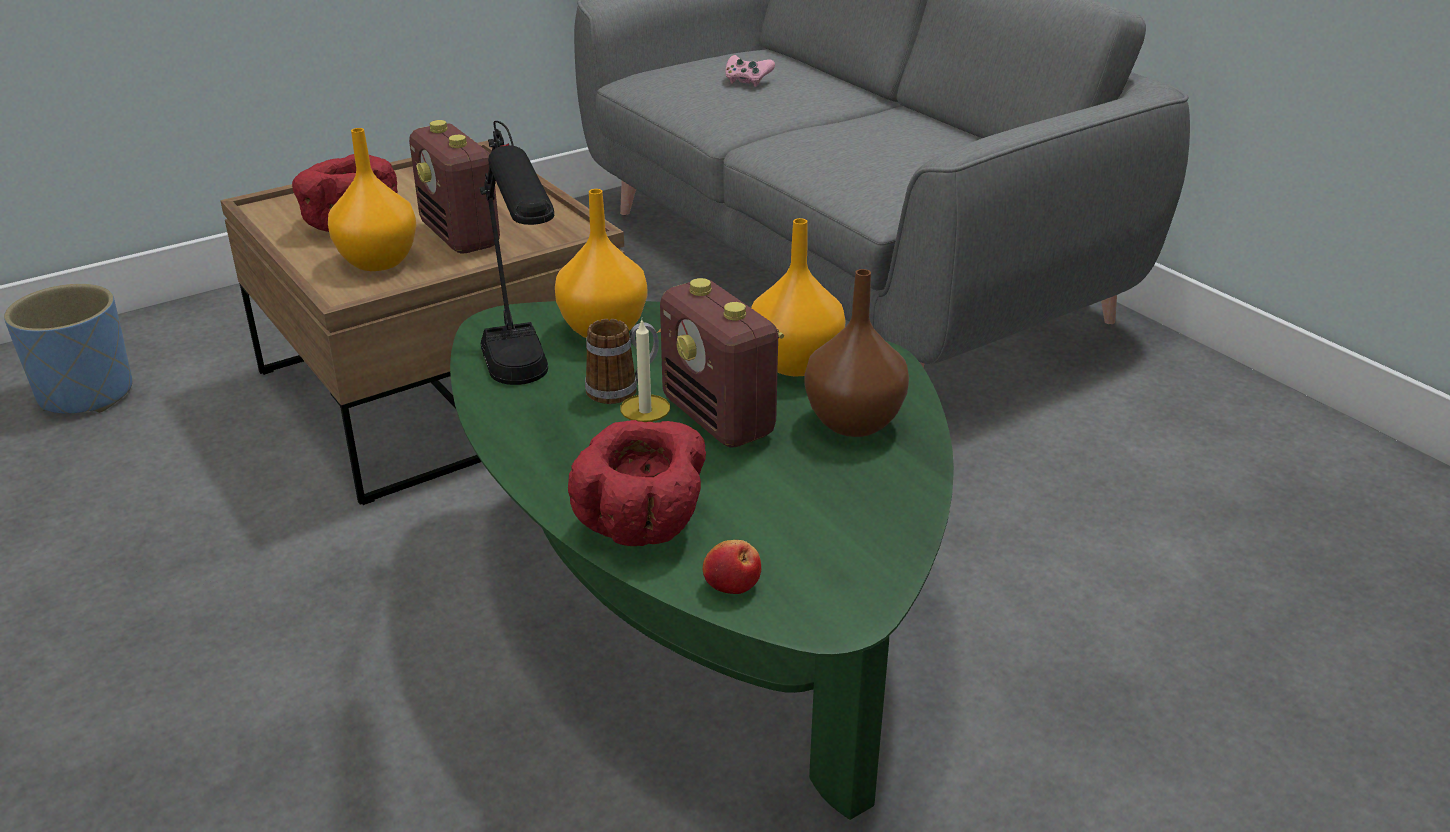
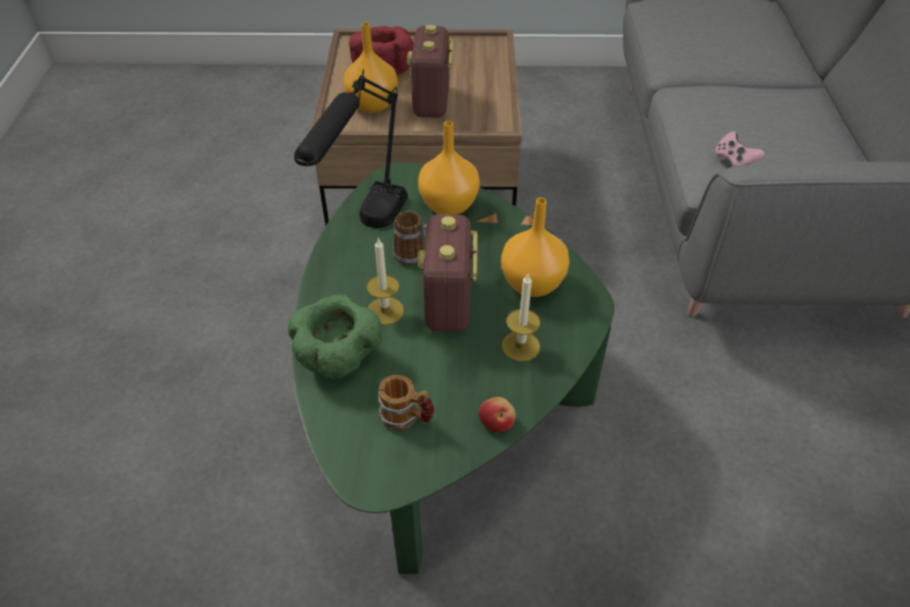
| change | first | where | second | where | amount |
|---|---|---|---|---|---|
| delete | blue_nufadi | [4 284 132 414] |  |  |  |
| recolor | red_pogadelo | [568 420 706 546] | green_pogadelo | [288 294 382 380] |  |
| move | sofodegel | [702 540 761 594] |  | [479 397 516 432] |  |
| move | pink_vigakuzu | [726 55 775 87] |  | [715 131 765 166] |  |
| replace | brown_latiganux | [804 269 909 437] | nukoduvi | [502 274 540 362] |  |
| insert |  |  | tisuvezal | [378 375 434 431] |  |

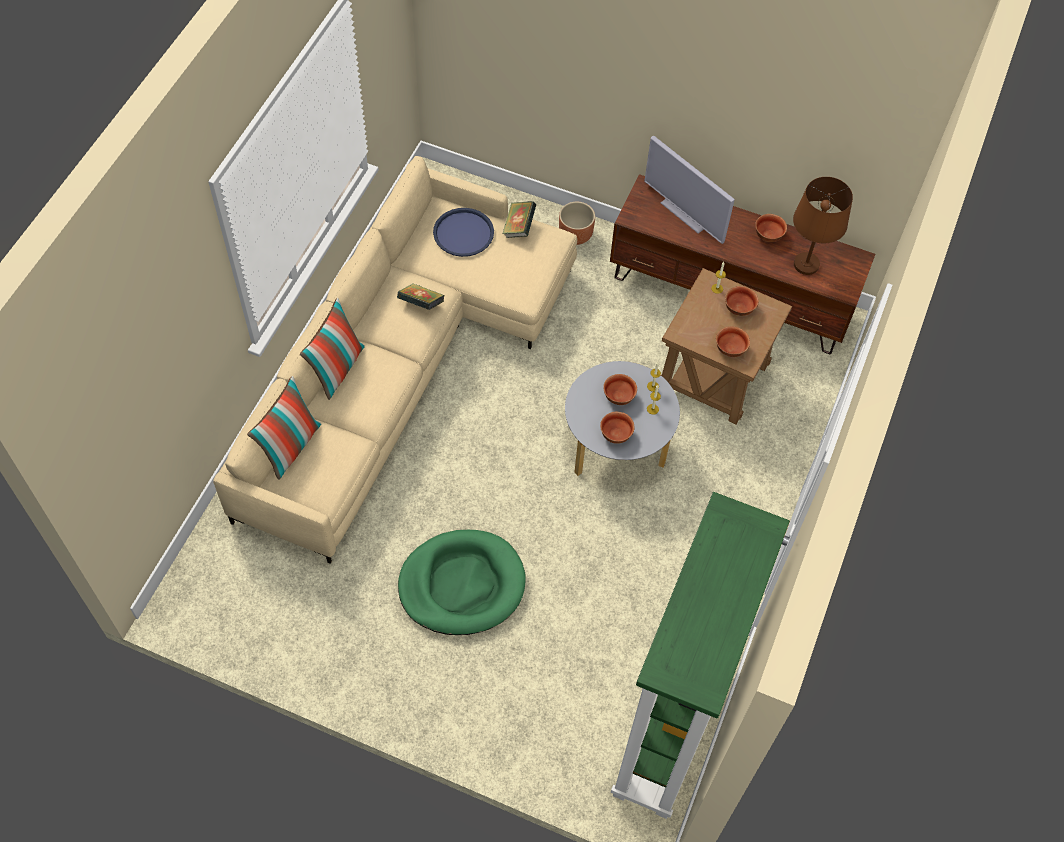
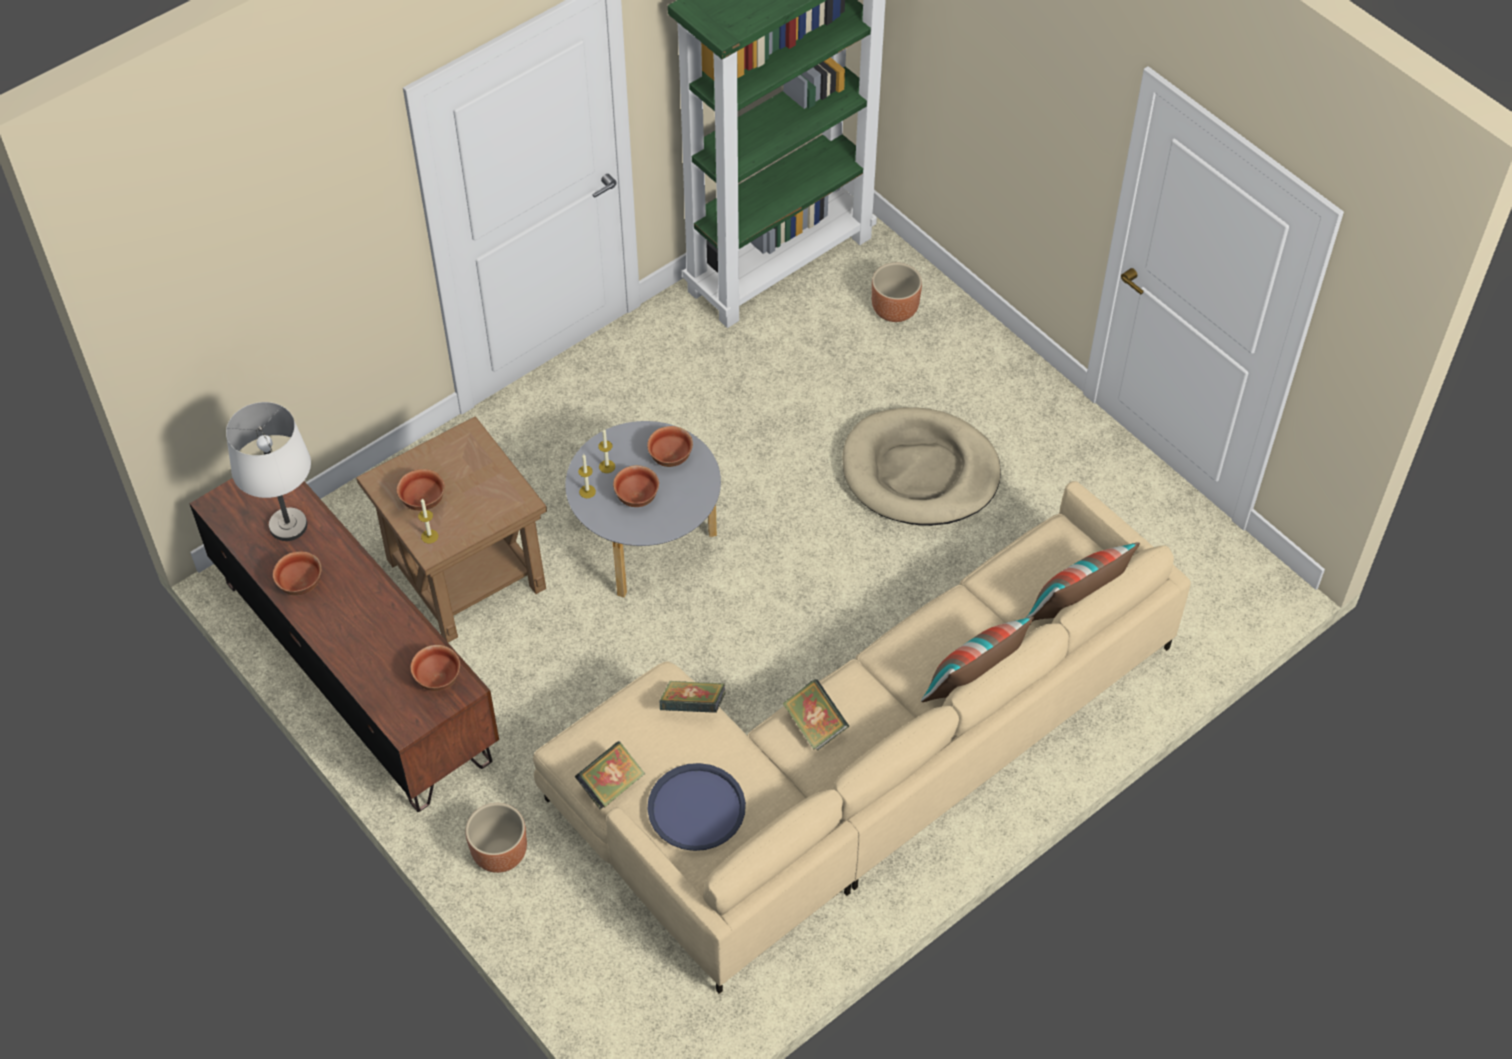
| change | first | where | second | where | amount |
|---|---|---|---|---|---|
| recolor | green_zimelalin | [398 530 525 635] | beige_zimelalin | [842 407 1001 526] |  |
| delete | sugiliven | [644 136 735 244] |  |  |  |
| move | pogadelo | [716 326 750 357] |  | [410 645 460 691] |  |
| recolor | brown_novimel | [793 177 853 275] | white_novimel | [226 402 311 541] |  |
| insert |  |  | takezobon | [659 681 726 713] |  |
| insert |  |  | brown_nufadi | [872 263 922 322] |  |

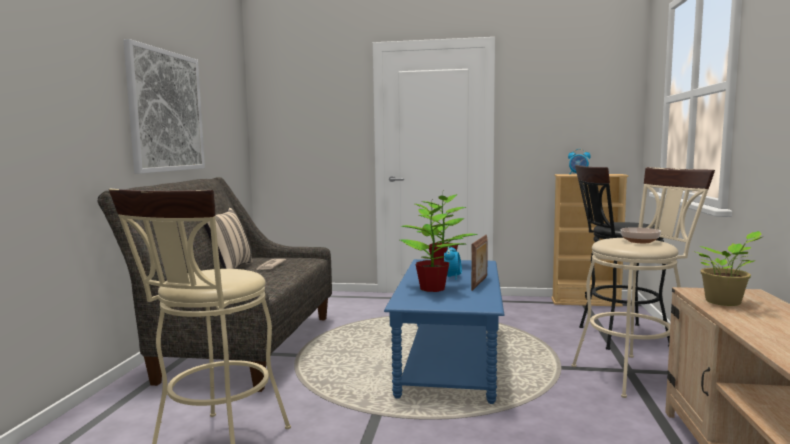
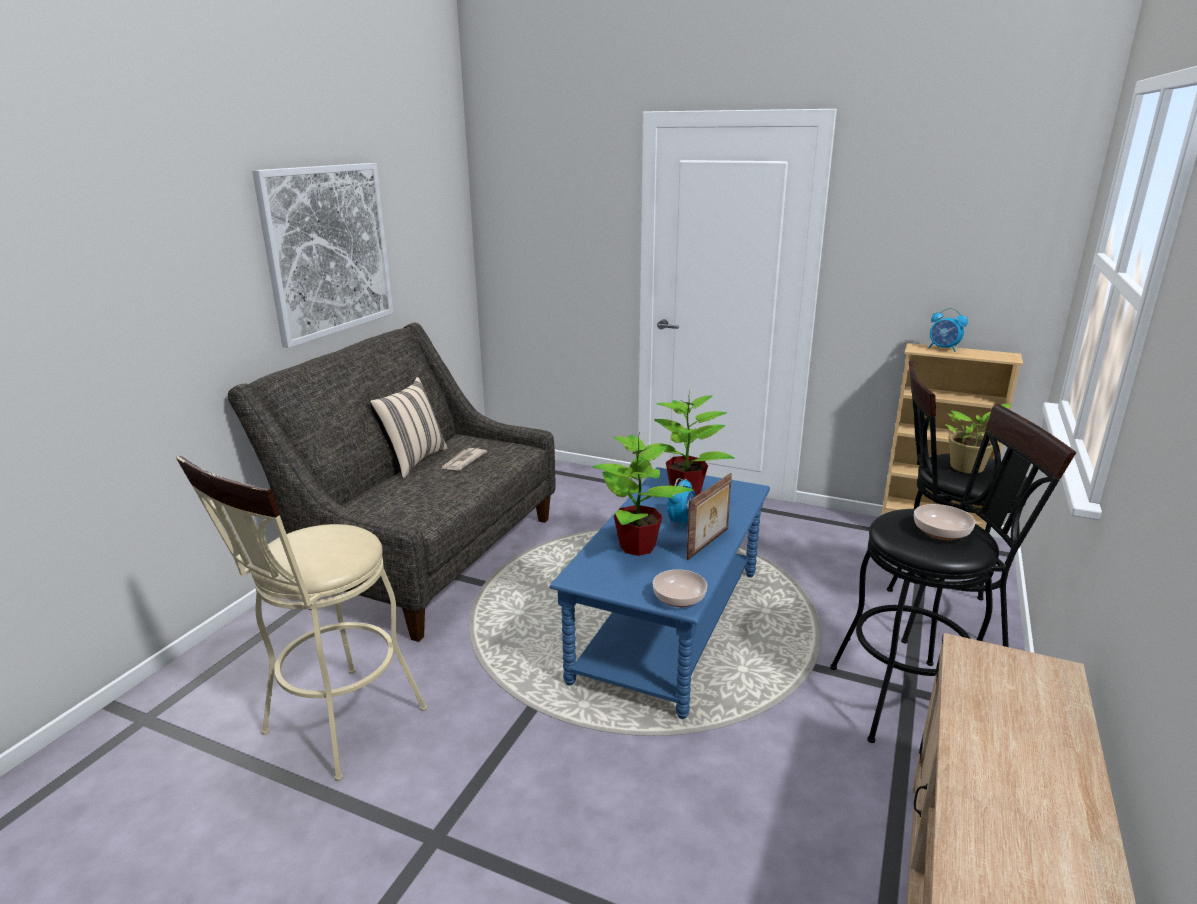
| change | first | where | second | where | amount |
|---|---|---|---|---|---|
| recolor | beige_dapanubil | [571 167 715 398] | black_dapanubil | [830 404 1076 743] |  |
| move | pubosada | [693 231 762 306] |  | [946 403 1011 474] |  |
| insert |  |  | pogadelo | [652 569 707 607] |  |

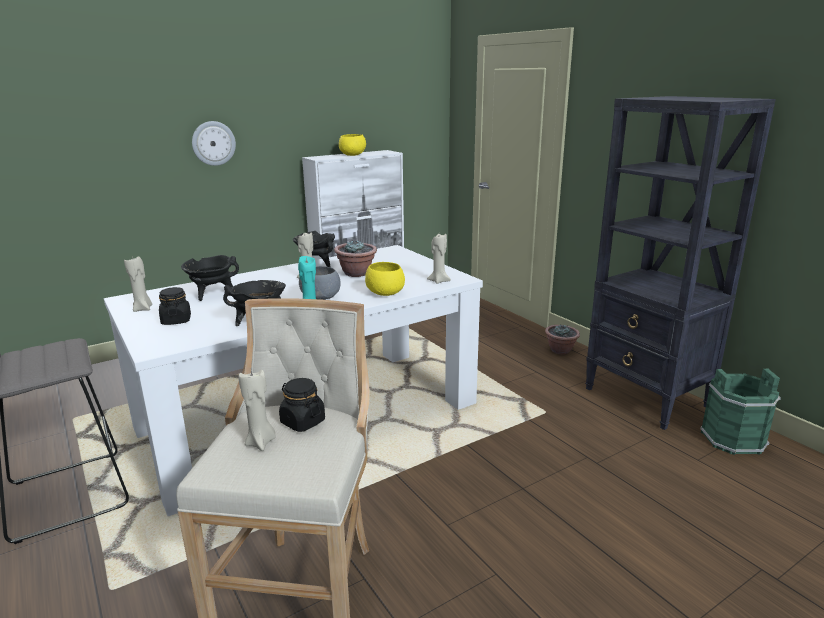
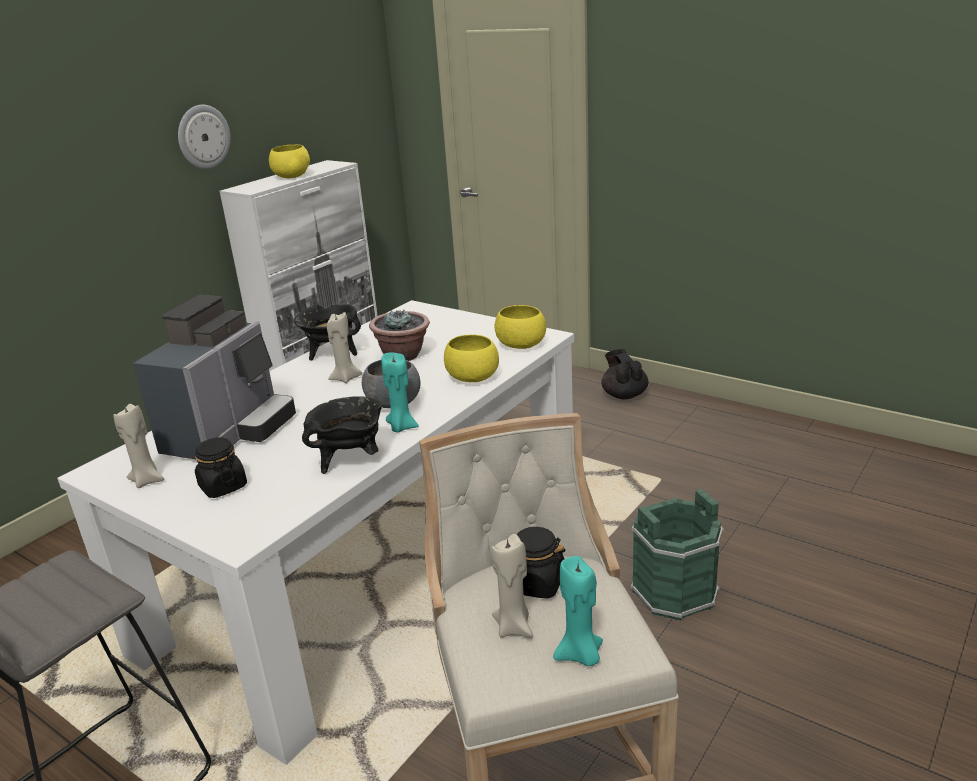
| change | first | where | second | where | amount |
|---|---|---|---|---|---|
| replace | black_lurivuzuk | [181 255 239 301] | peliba | [133 295 296 459] |  |
| move | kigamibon | [192 121 236 166] |  | [178 105 231 169] |  |
| replace | beige_nukoduvi | [427 234 451 284] | yellow_pogadelo | [494 305 546 349] |  |
| replace | pubosada | [545 324 580 354] | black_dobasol | [601 349 648 399] |  |
| delete | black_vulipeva | [585 96 776 430] |  |  |  |
| move | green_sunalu | [700 369 781 455] |  | [631 489 724 620] |  |
| insert |  |  | turquoise_nukoduvi | [553 556 603 666] |  |

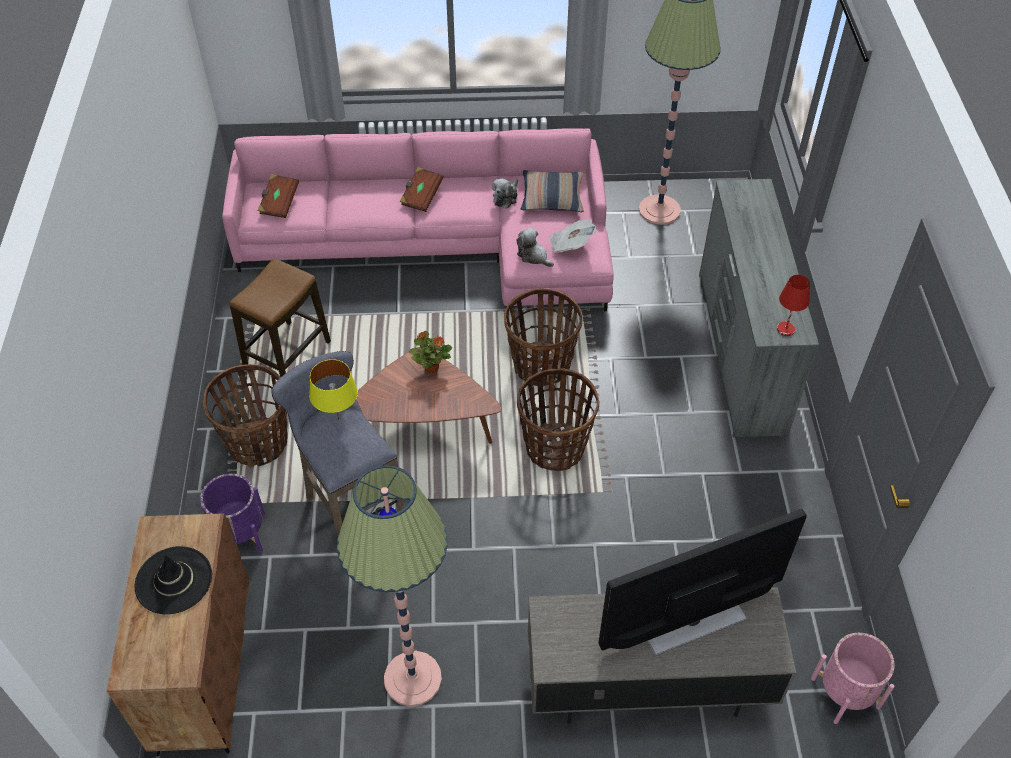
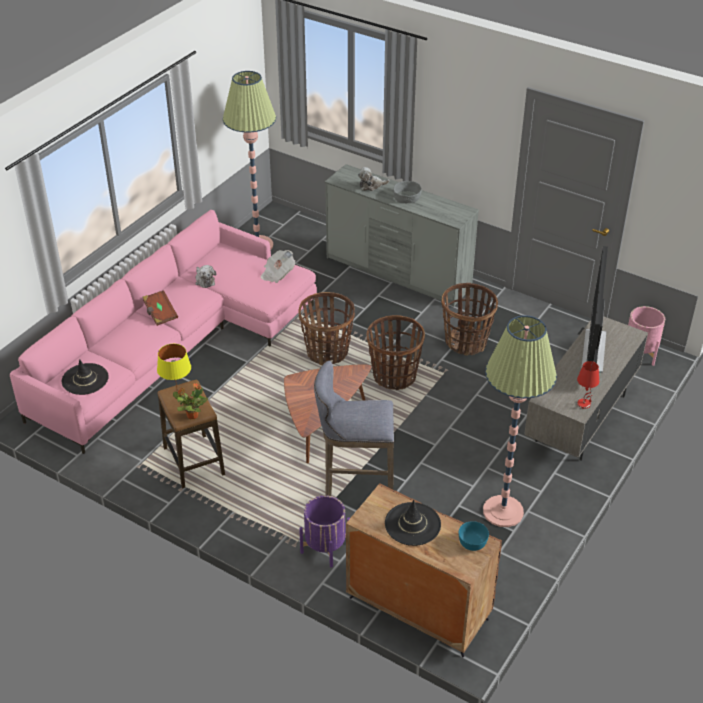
| change | first | where | second | where | amount |
|---|---|---|---|---|---|
| move | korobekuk | [203 364 288 468] |  | [441 283 498 356] |  |
| replace | brown_takezobon | [258 174 299 218] | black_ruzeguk | [62 359 109 395] |  |
| move | yellow_novimel | [309 359 358 420] |  | [157 344 191 388] |  |
| move | pubosada | [409 331 452 373] |  | [173 383 208 420] |  |
| move | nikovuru | [516 228 554 267] |  | [358 167 390 191] |  |
| delete | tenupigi | [521 170 584 212] |  |  |  |
| move | red_novimel | [777 275 810 336] |  | [577 361 599 409] |  |
| insert |  |  | grey_pogadelo | [393 181 422 203] |  |
| insert |  |  | turquoise_pogadelo | [459 521 489 551] |  |

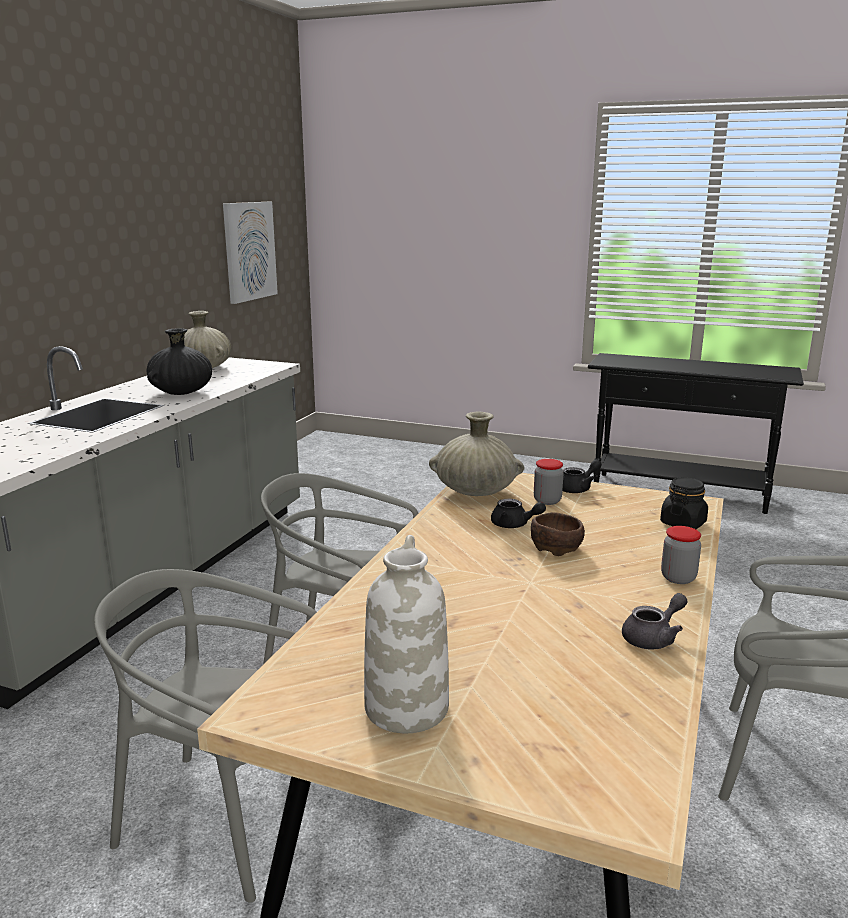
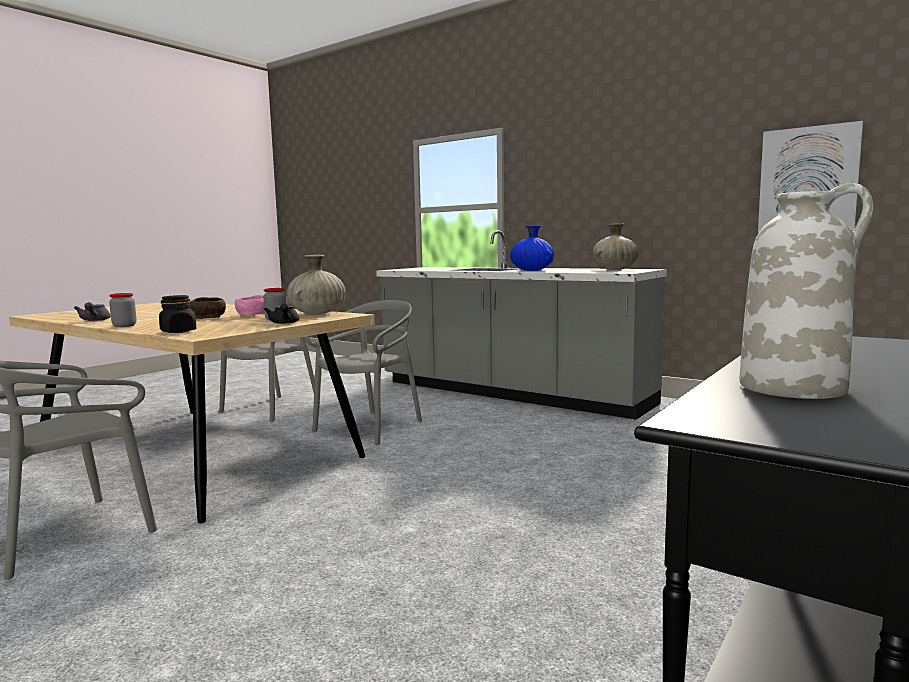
| change | first | where | second | where | amount |
|---|---|---|---|---|---|
| recolor | black_latiganux | [146 328 212 395] | blue_latiganux | [510 226 554 271] |  |
| move | white_latiganux | [364 535 449 733] |  | [740 183 873 399] |  |
| replace | black_dobasol | [491 499 546 528] | pink_pogadelo | [235 295 265 316] |  |

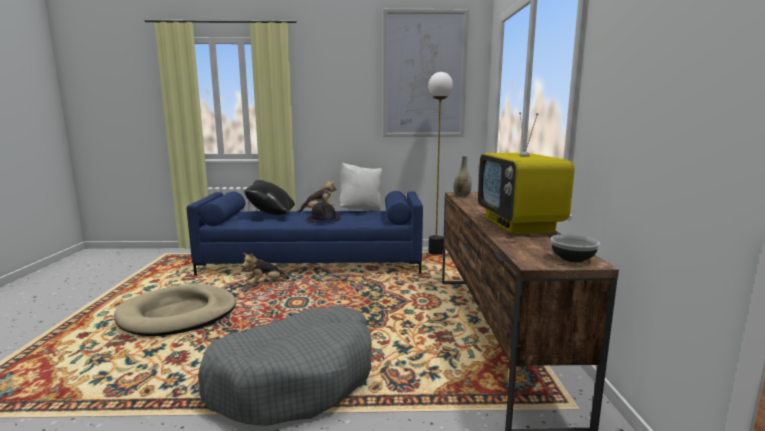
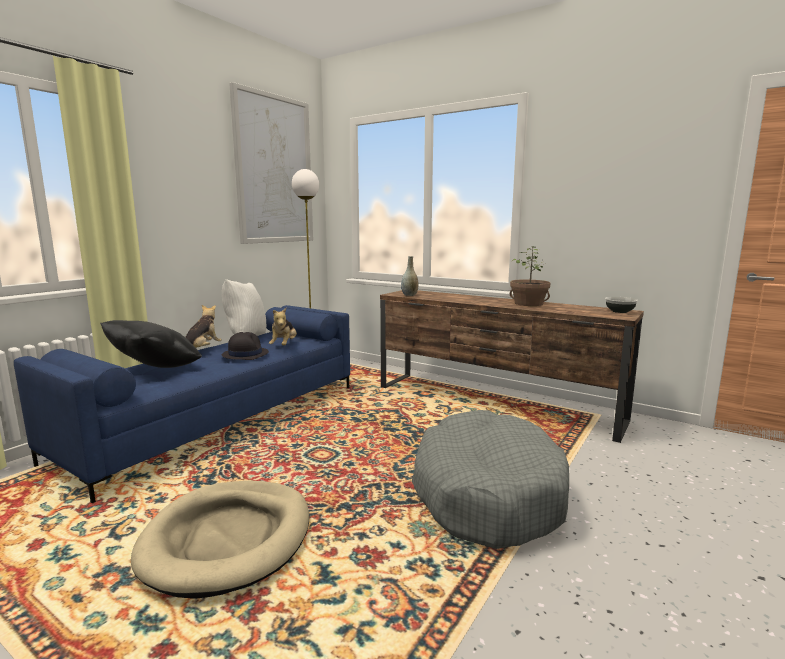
| change | first | where | second | where | amount |
|---|---|---|---|---|---|
| move | nikovuru | [242 253 290 284] |  | [269 308 297 345] |  |
| replace | sugiliven | [478 112 575 234] | pubosada | [510 246 551 306] |  |

